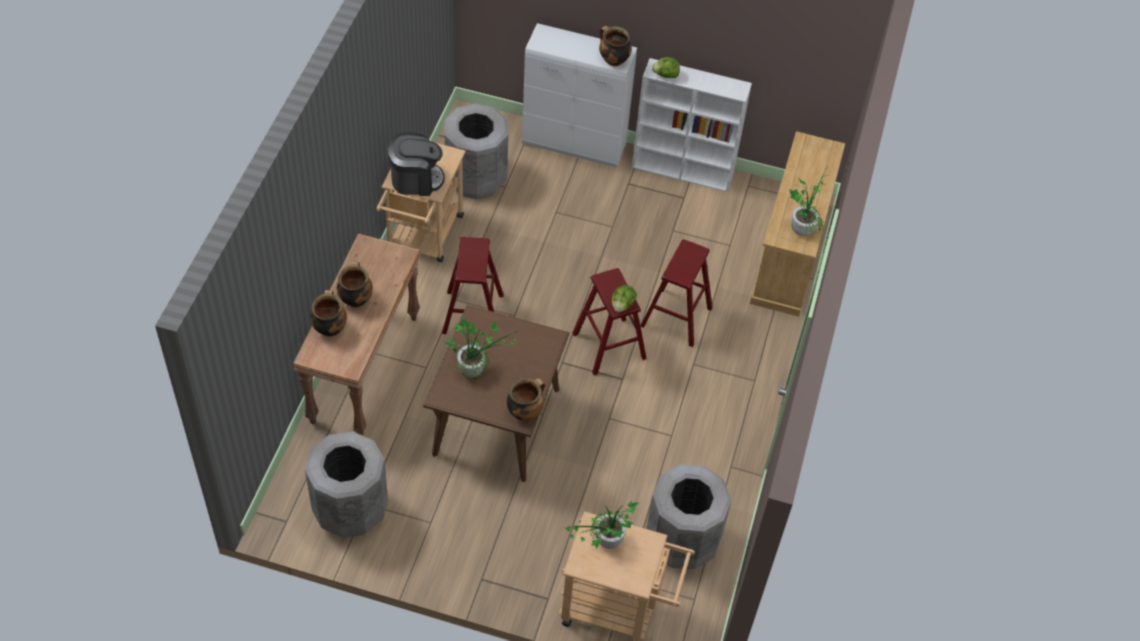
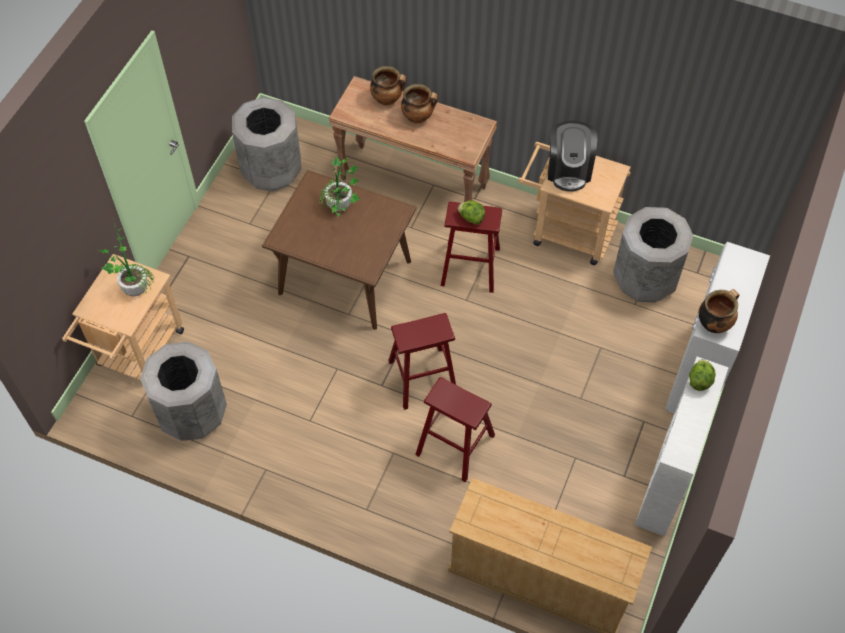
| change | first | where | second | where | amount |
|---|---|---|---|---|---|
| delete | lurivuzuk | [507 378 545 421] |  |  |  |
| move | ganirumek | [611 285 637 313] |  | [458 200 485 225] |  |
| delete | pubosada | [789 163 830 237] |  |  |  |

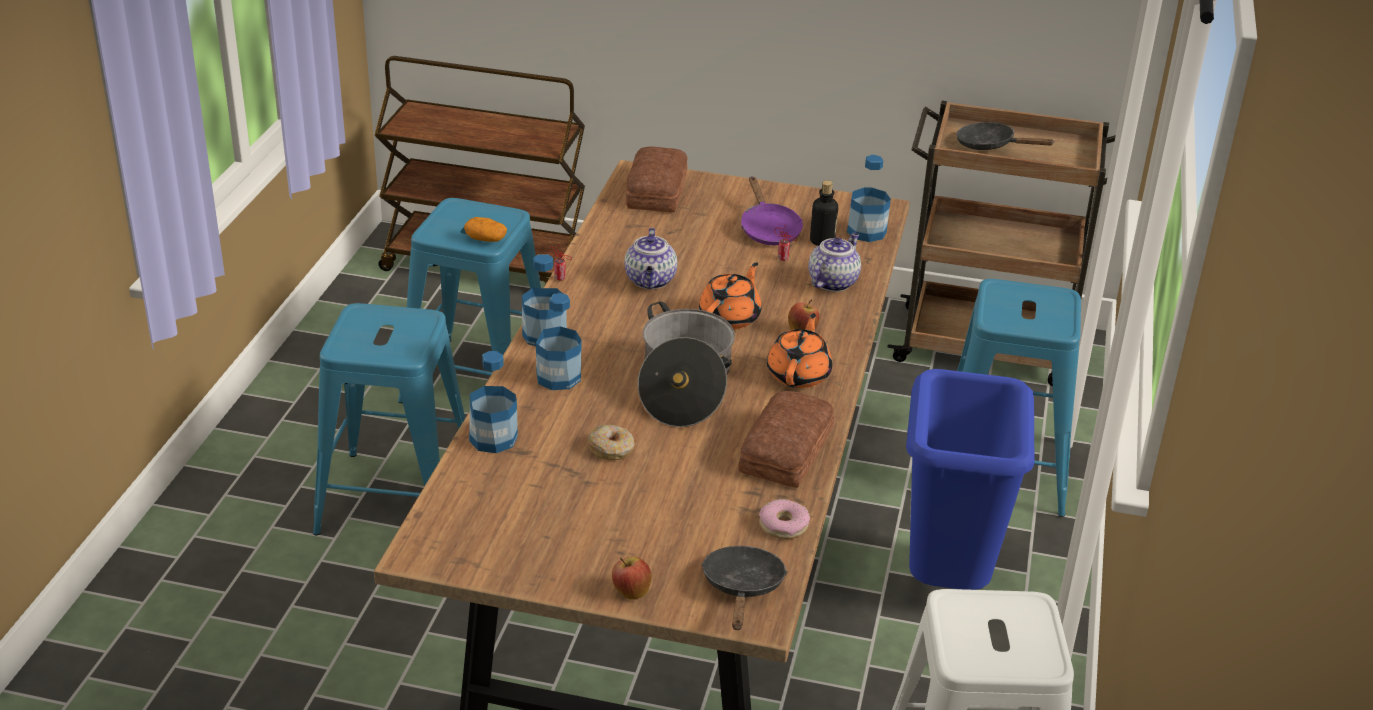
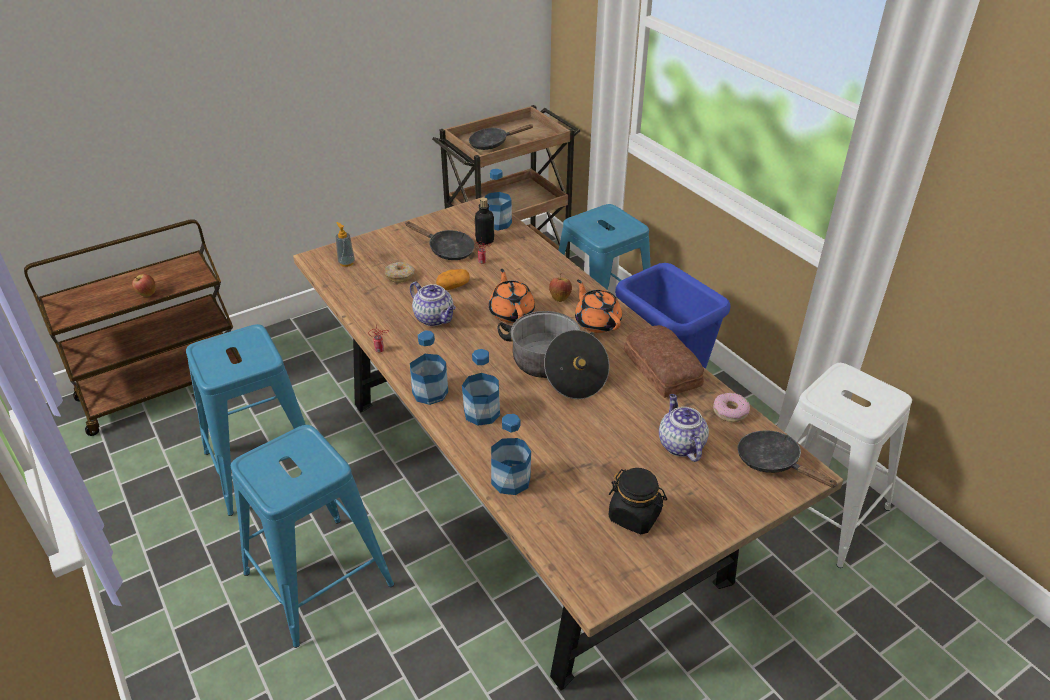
| change | first | where | second | where | amount |
|---|---|---|---|---|---|
| move | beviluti | [464 217 507 242] |  | [436 269 470 290] |  |
| move | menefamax | [588 425 635 460] |  | [384 262 415 283] |  |
| move | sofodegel | [612 556 652 600] |  | [132 274 156 297] |  |
| replace | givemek | [625 146 688 212] | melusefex | [335 222 355 267] |  |
| recolor | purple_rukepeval | [741 176 803 245] | black_rukepeval | [406 221 475 260] |  |
| move | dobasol | [808 233 861 292] |  | [659 394 709 462] |  |
| insert |  |  | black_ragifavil | [609 468 667 534] |  |

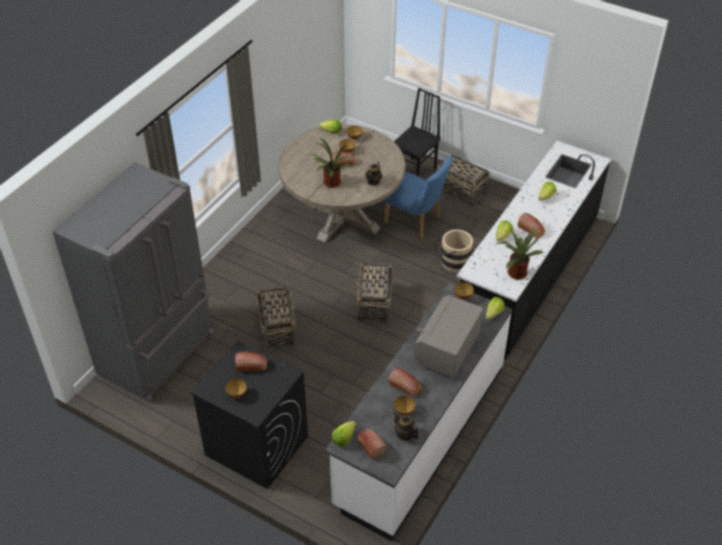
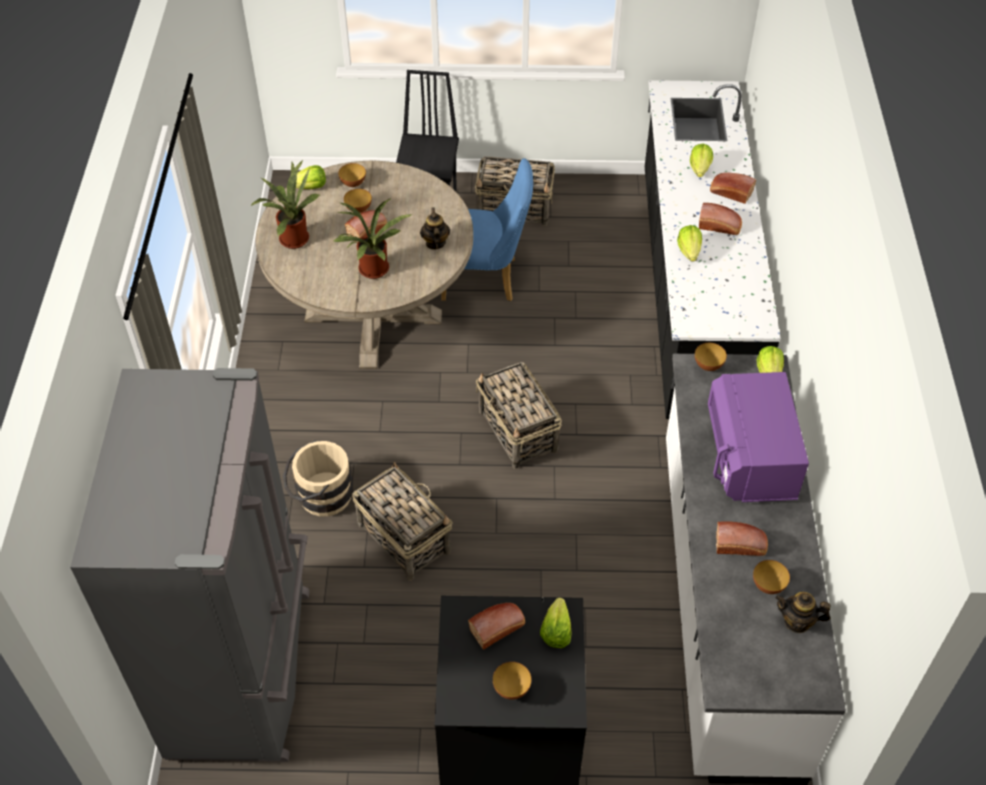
| change | first | where | second | where | amount |
|---|---|---|---|---|---|
| move | ganirumek | [332 421 356 447] |  | [540 598 572 648] |  |
| move | givemek | [357 429 387 460] |  | [710 173 756 204] |  |
| recolor | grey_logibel | [414 295 483 379] | purple_logibel | [708 372 809 502] |  |
| move | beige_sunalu | [435 229 473 272] |  | [283 440 353 517] |  |
| move | pubosada | [497 225 544 280] |  | [251 160 320 249] |  |

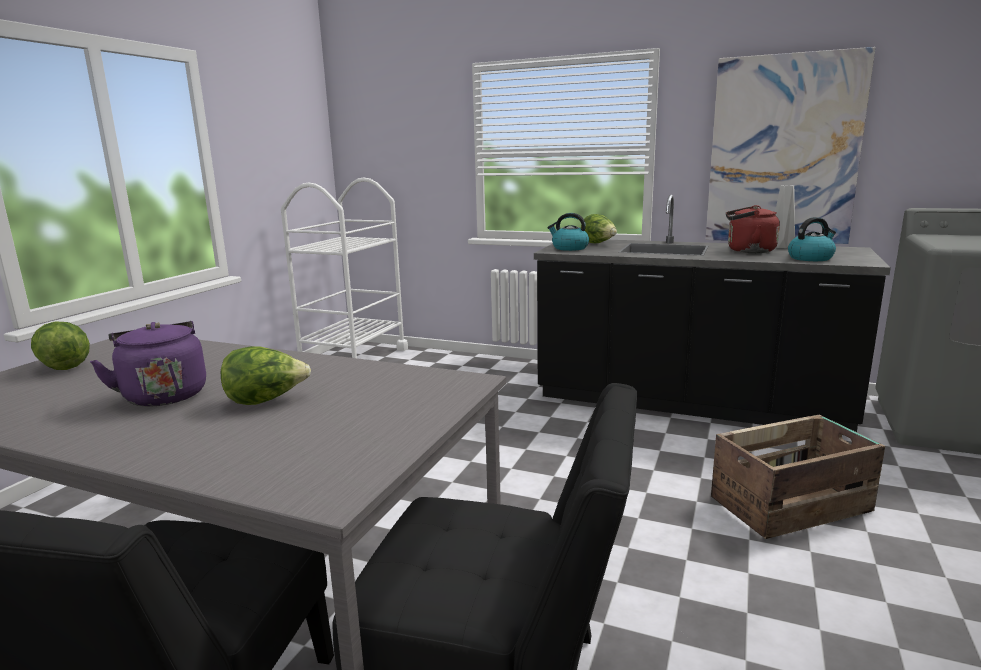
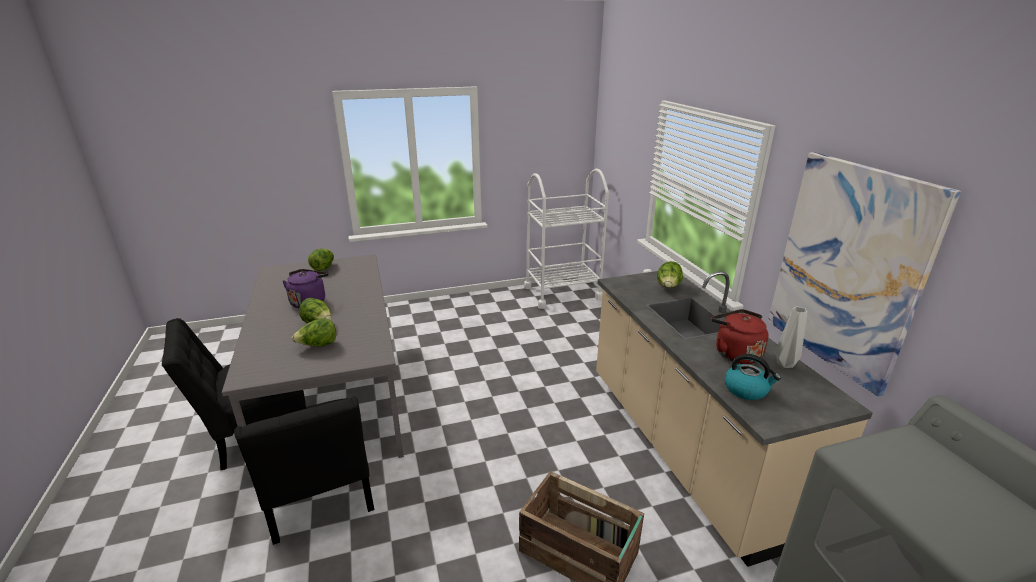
| change | first | where | second | where | amount |
|---|---|---|---|---|---|
| recolor | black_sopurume | [534 194 891 432] | beige_sopurume | [596 271 873 567] |  |
| delete | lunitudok | [547 213 589 251] |  |  |  |
| insert |  |  | ganirumek | [292 318 336 347] |  |

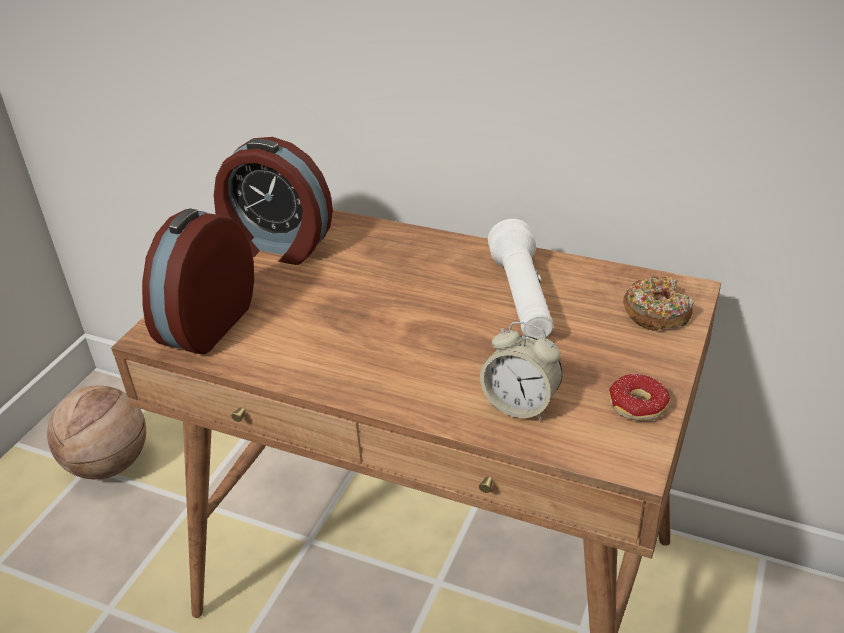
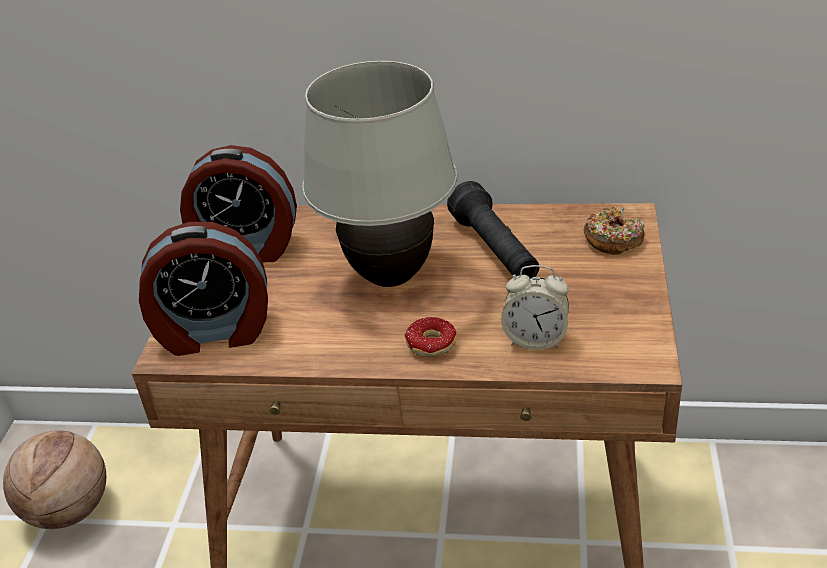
| change | first | where | second | where | amount |
|---|---|---|---|---|---|
| rotate | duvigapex | [142 208 254 354] |  | [139 222 268 356] | 105 degrees counterclockwise |
| recolor | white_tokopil | [488 219 553 339] | black_tokopil | [447 181 539 278] |  |
| move | menefamax | [609 374 670 431] |  | [405 317 457 357] |  |
| insert |  |  | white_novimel | [302 61 458 287] |  |

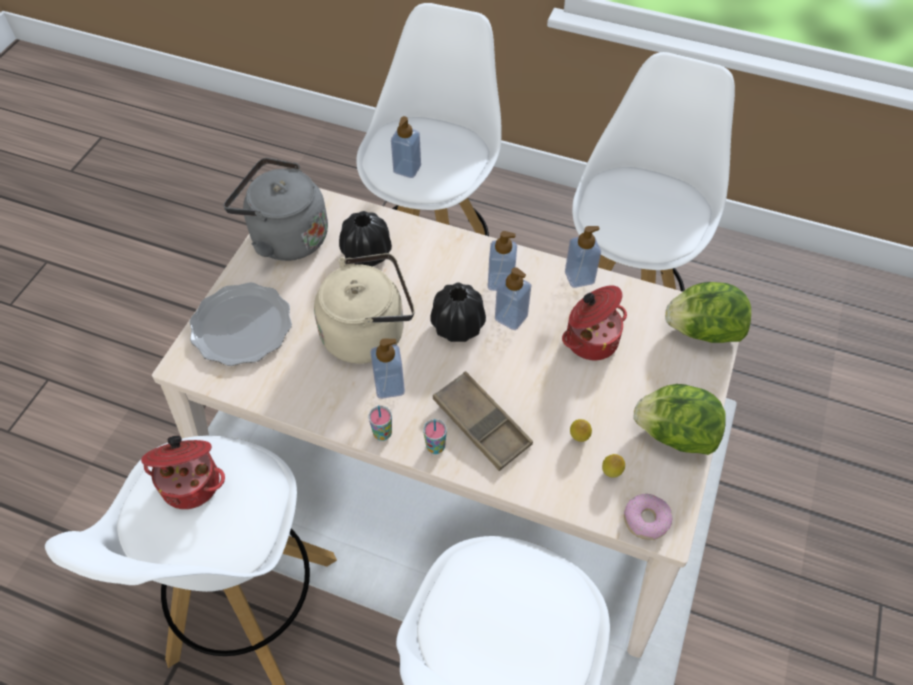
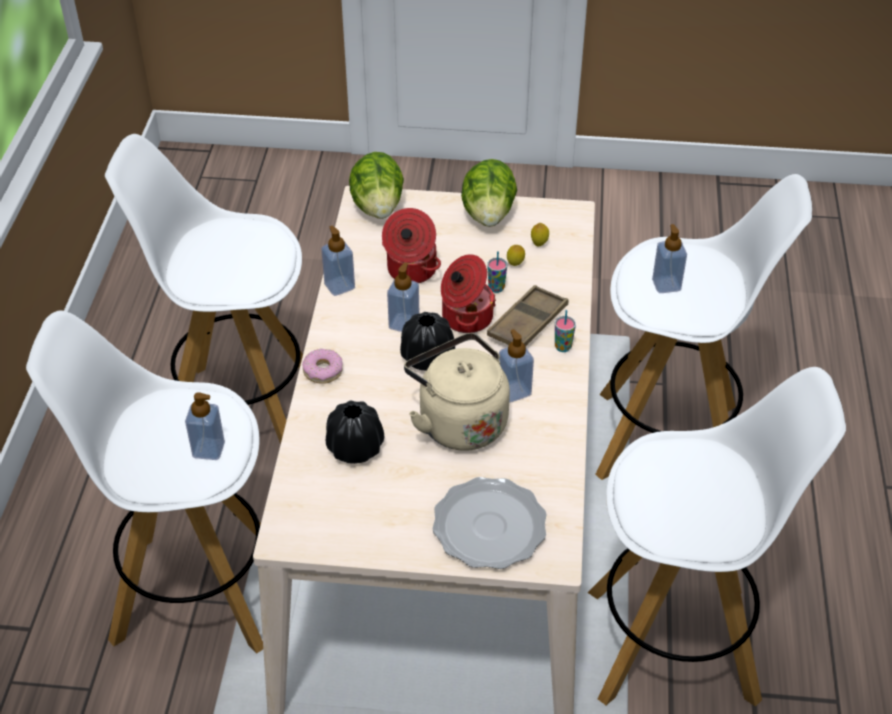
| change | first | where | second | where | amount |
|---|---|---|---|---|---|
| move | lurivuzuk | [141 436 225 509] |  | [441 254 496 333] |  |
| delete | grey_lunitudok | [224 158 328 261] |  |  |  |
| move | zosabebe | [368 405 392 441] |  | [487 251 507 293] |  |
| move | melusefex | [488 231 517 291] |  | [652 224 687 293] |  |
| move | menefamax | [624 494 672 540] |  | [302 349 343 384] |  |

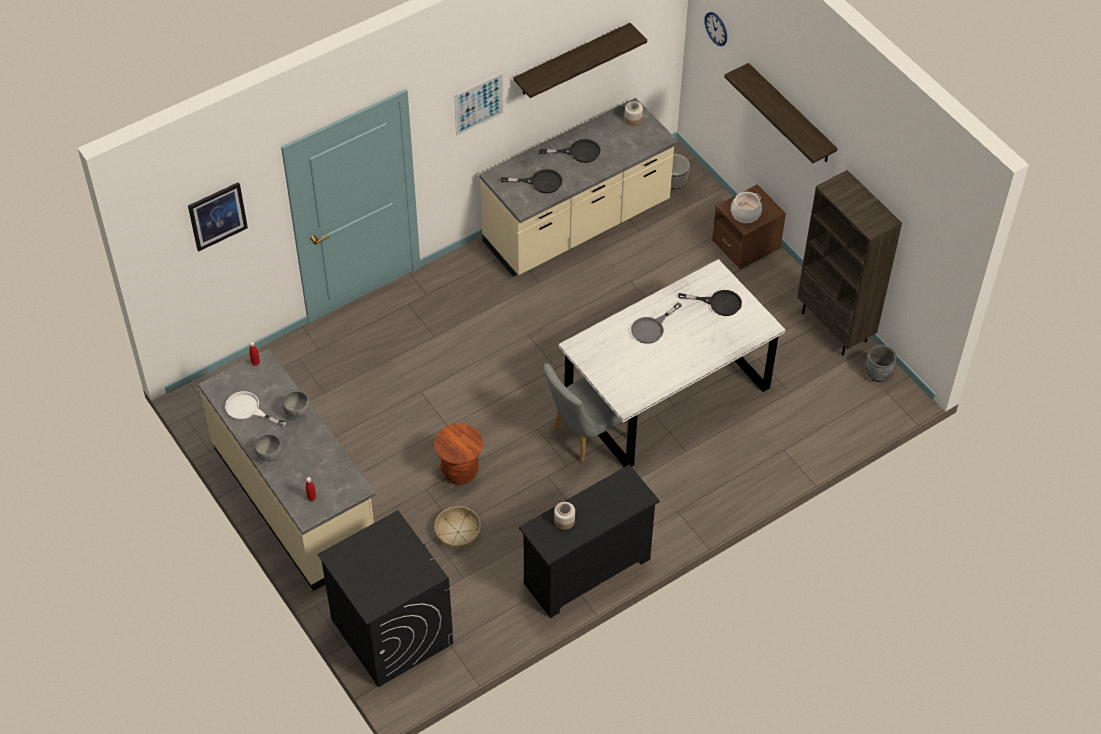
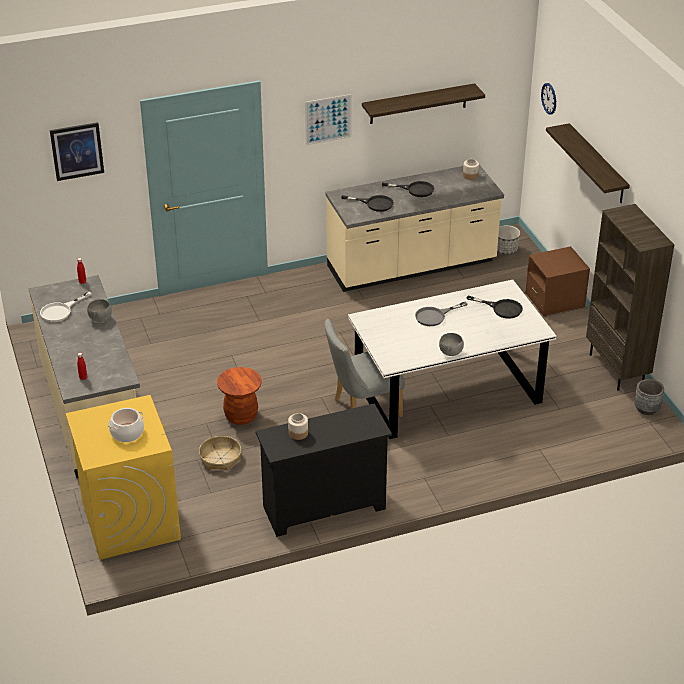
| change | first | where | second | where | amount |
|---|---|---|---|---|---|
| rotate | white_rukepeval | [225 391 286 427] |  | [40 291 92 322] | 90 degrees counterclockwise |
| move | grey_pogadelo | [255 434 283 462] |  | [439 333 464 356] |  |
| recolor | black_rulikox | [317 510 453 687] | yellow_rulikox | [66 395 181 560] |  |
| move | lurivuzuk | [731 192 762 223] |  | [108 408 144 442] |  |

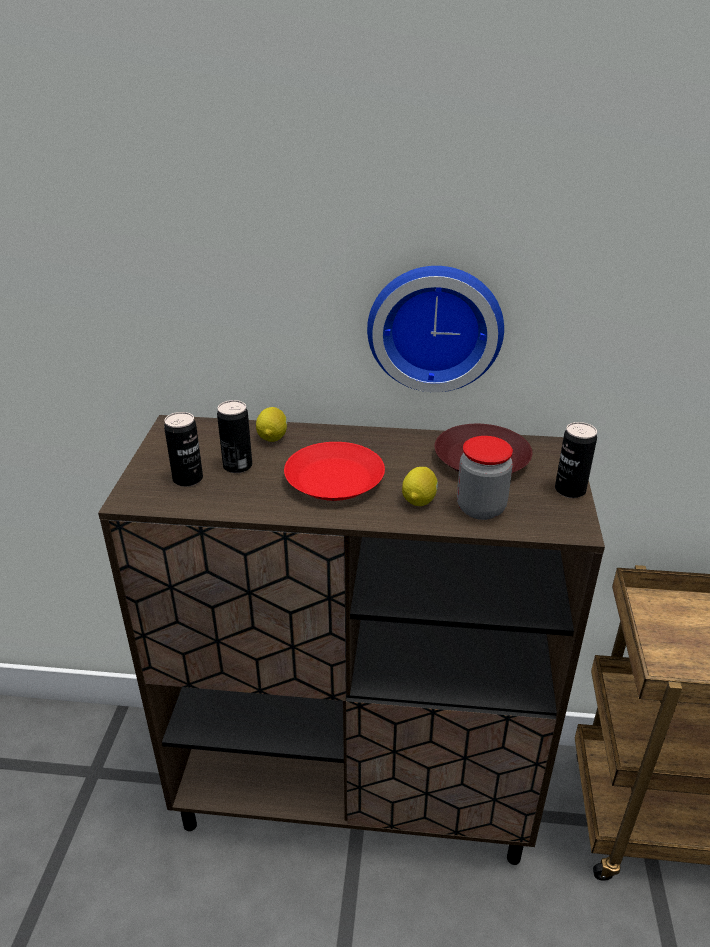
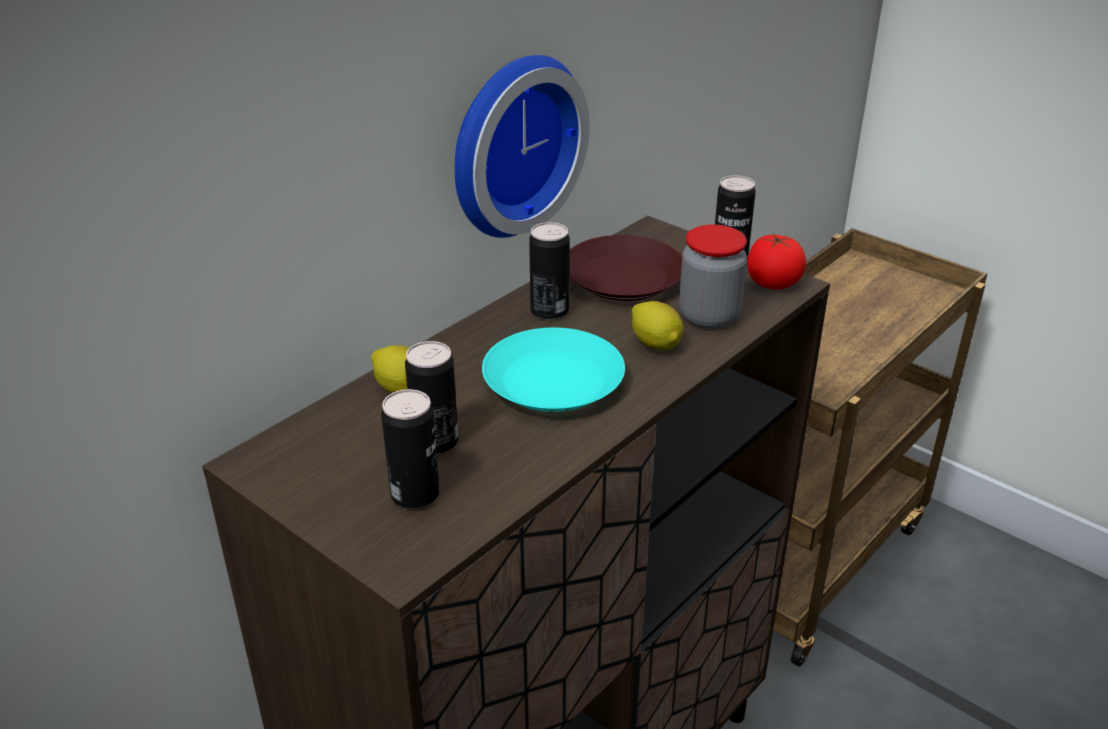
| change | first | where | second | where | amount |
|---|---|---|---|---|---|
| recolor | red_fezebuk | [284 442 385 501] | turquoise_fezebuk | [482 328 625 412] |  |
| insert |  |  | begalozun | [529 222 570 320] |  |
| insert |  |  | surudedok | [747 234 806 290] |  |

